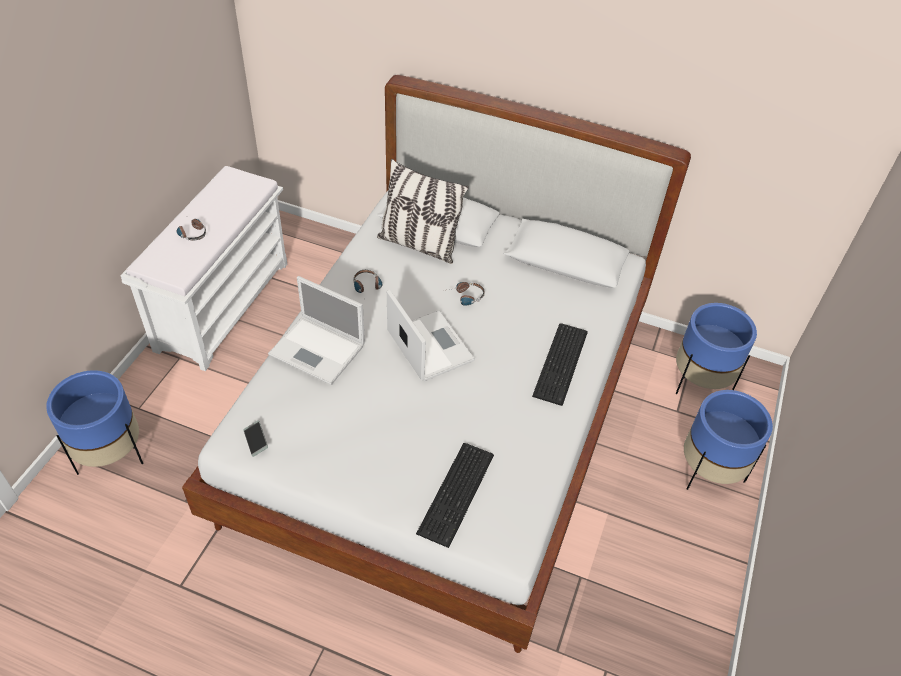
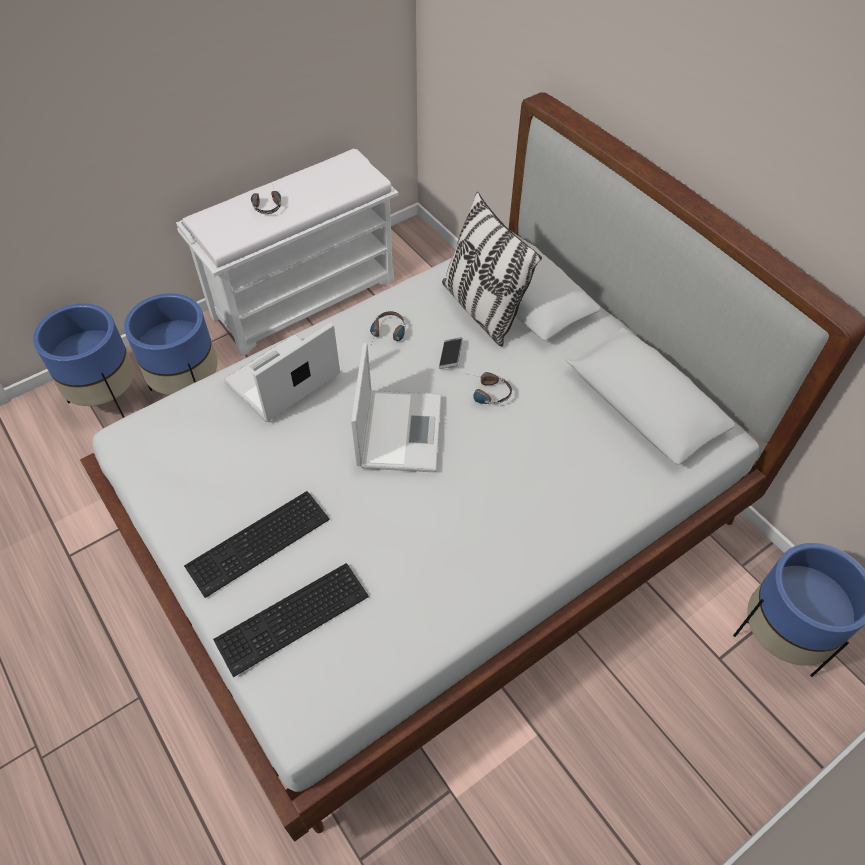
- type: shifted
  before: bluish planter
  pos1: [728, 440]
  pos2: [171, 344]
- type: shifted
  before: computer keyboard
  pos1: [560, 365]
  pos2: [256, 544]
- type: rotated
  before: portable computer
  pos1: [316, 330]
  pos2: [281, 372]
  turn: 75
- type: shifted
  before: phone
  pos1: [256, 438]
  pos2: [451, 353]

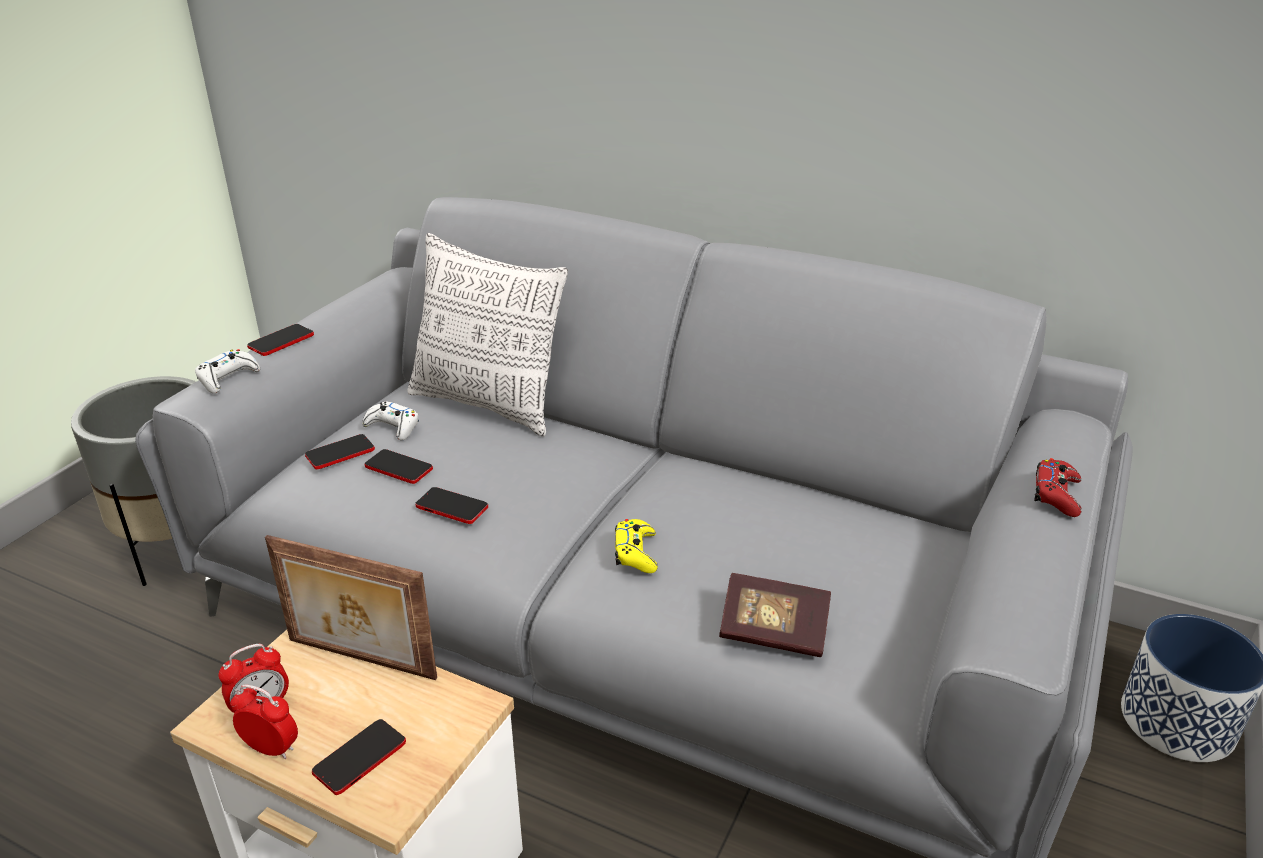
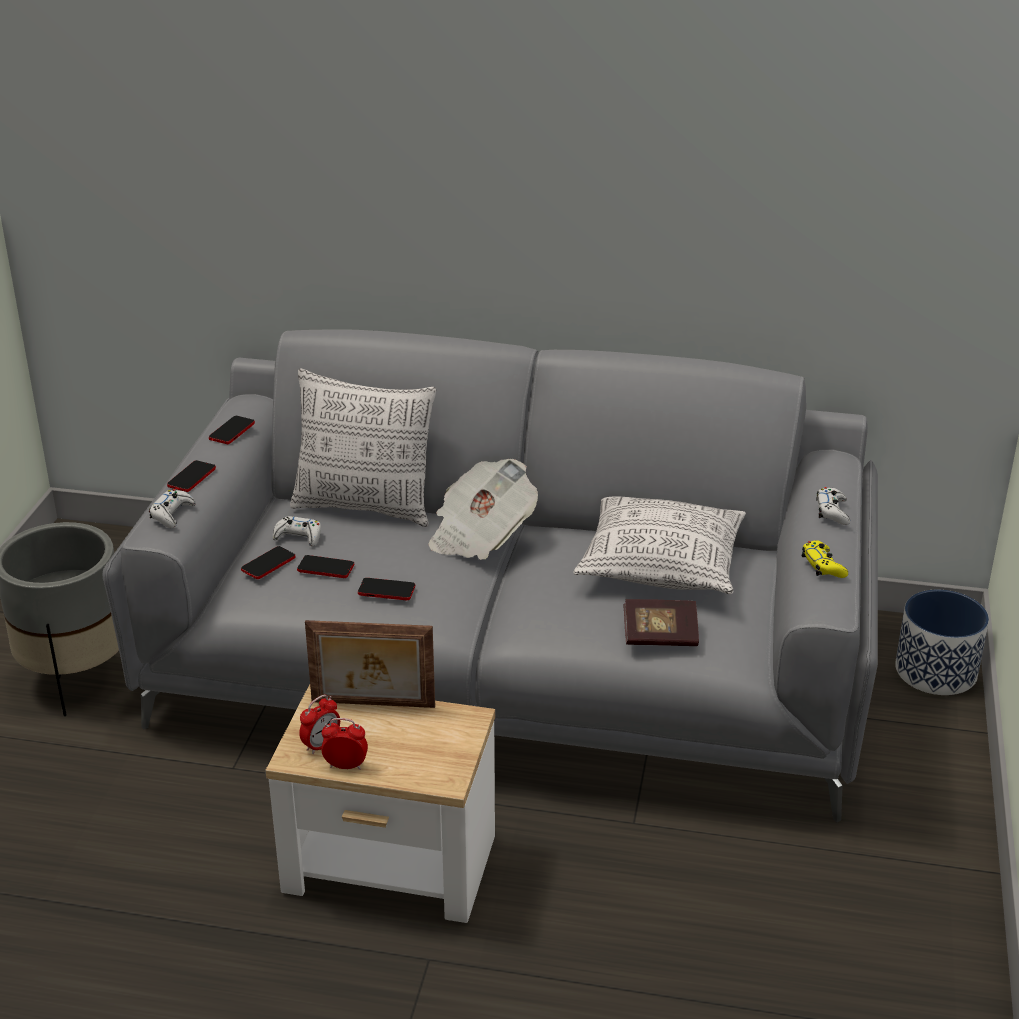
- type: shifted
  before: phone
  pos1: [359, 757]
  pos2: [232, 430]
- type: new
  after: newspaper
  pos2: [483, 509]
- type: new
  after: pillow
  pos2: [659, 545]
- type: shifted
  before: yellow joypad
  pos1: [636, 546]
  pos2: [825, 559]
- type: repainted
  before: red joypad
  after: whitish joypad
  pos1: [1058, 487]
  pos2: [833, 506]

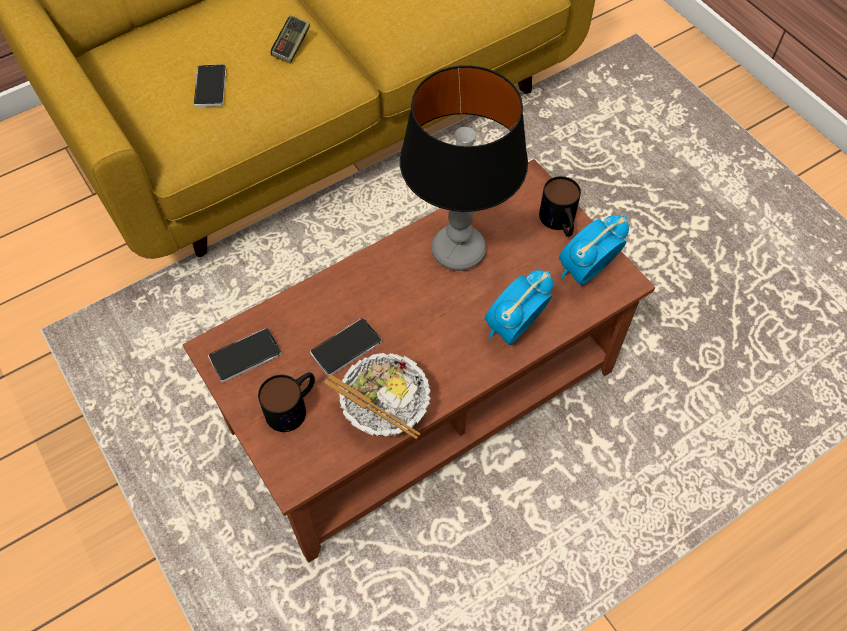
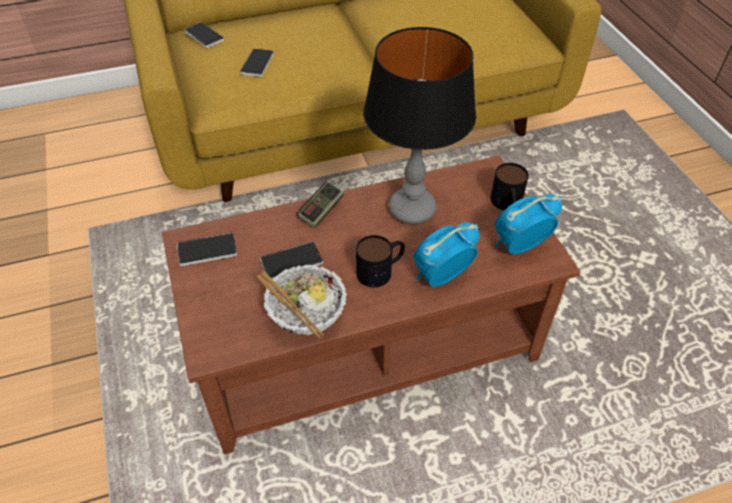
- type: new
  after: phone
  pos2: [204, 35]
- type: shifted
  before: joypad
  pos1: [290, 39]
  pos2: [320, 204]
- type: shifted
  before: coffee mug
  pos1: [286, 402]
  pos2: [380, 261]

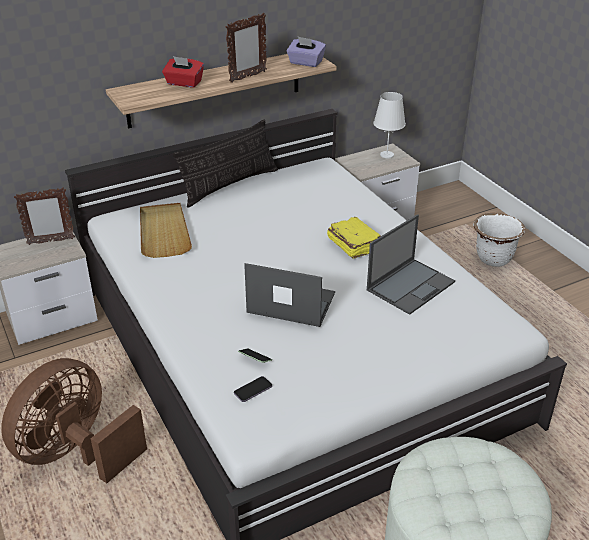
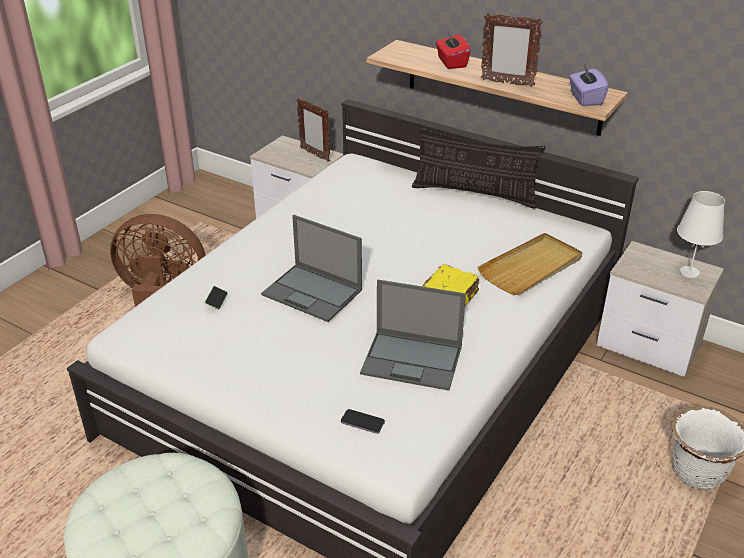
- type: rotated
  before: portable computer
  pos1: [289, 295]
  pos2: [311, 268]
  turn: 135
- type: shifted
  before: phone
  pos1: [253, 389]
  pos2: [363, 421]
- type: shifted
  before: sand-coloured tray
  pos1: [166, 230]
  pos2: [530, 264]

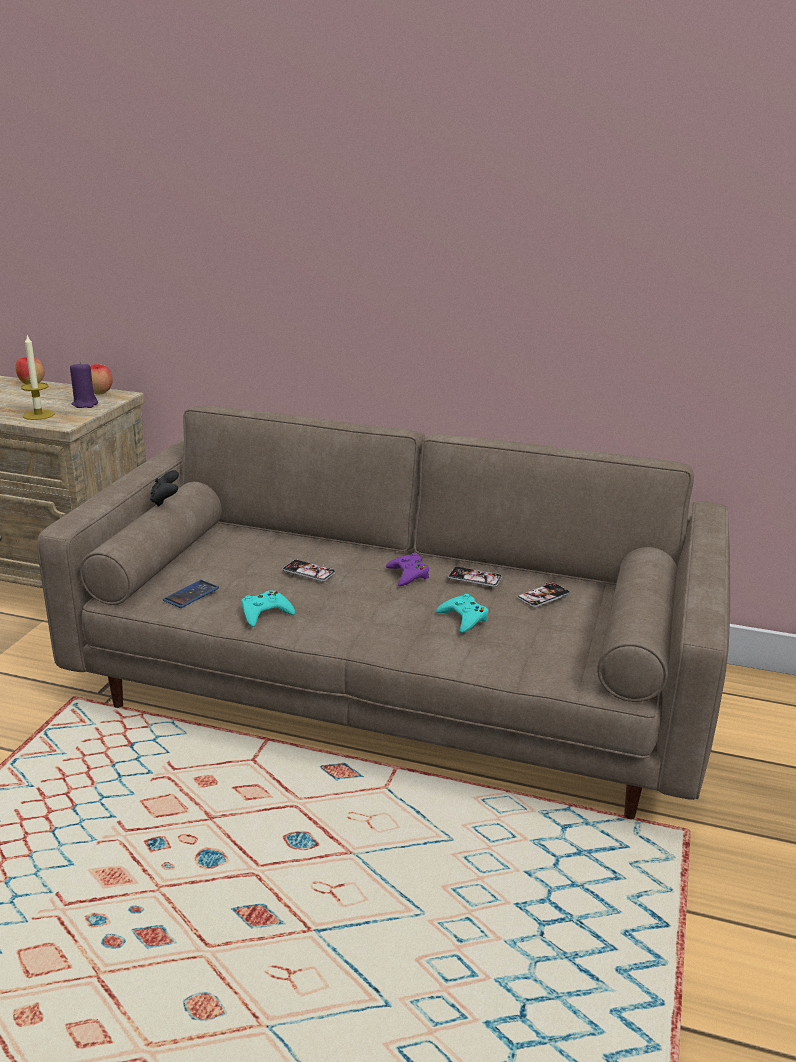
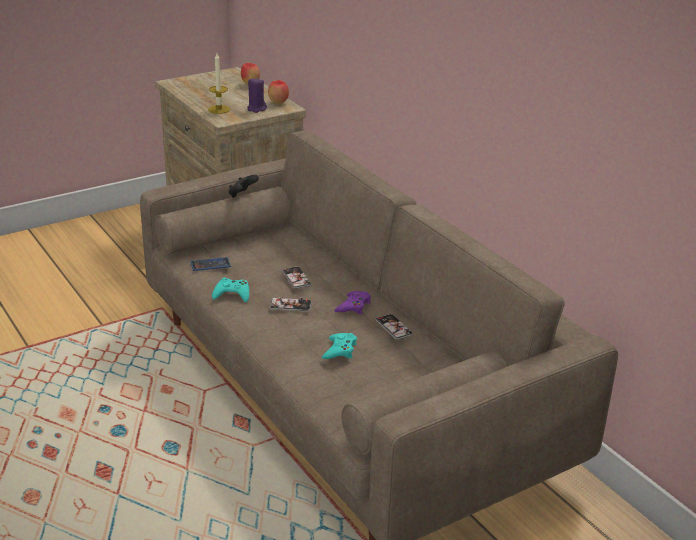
- type: shifted
  before: phone
  pos1: [543, 595]
  pos2: [291, 304]

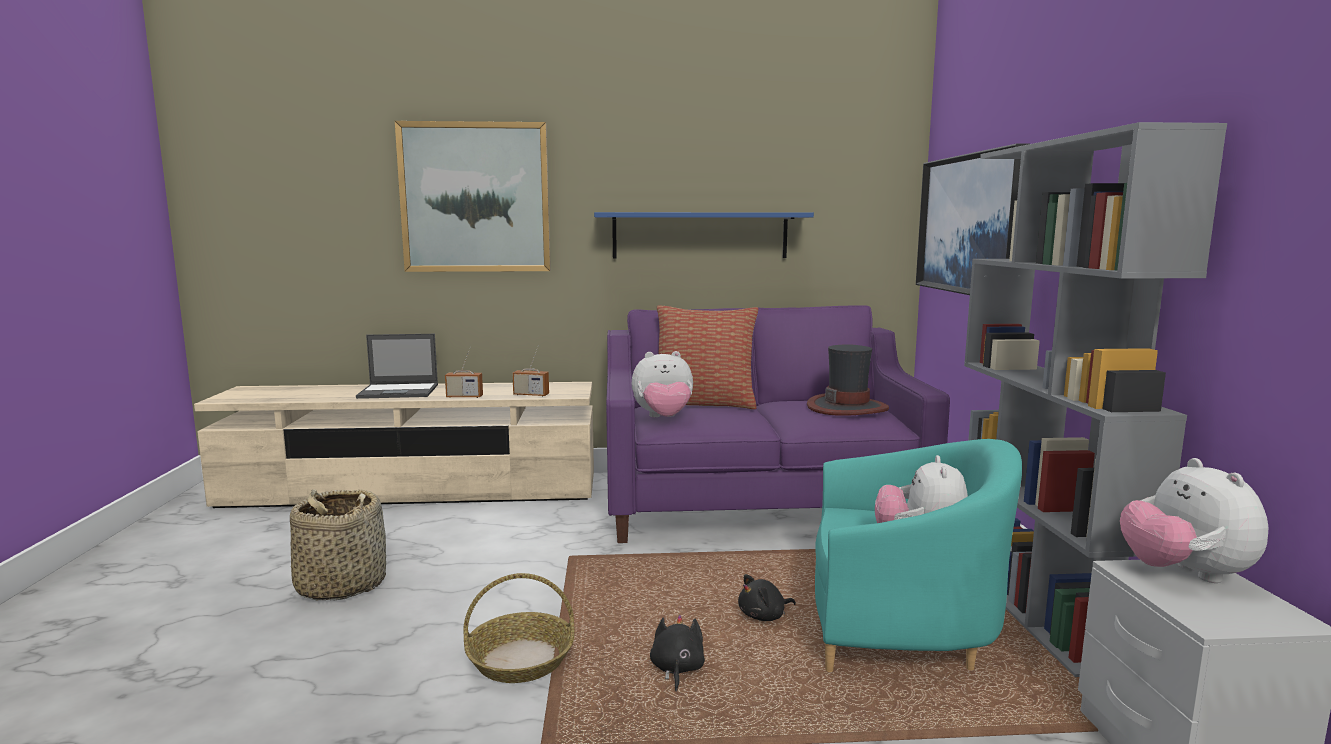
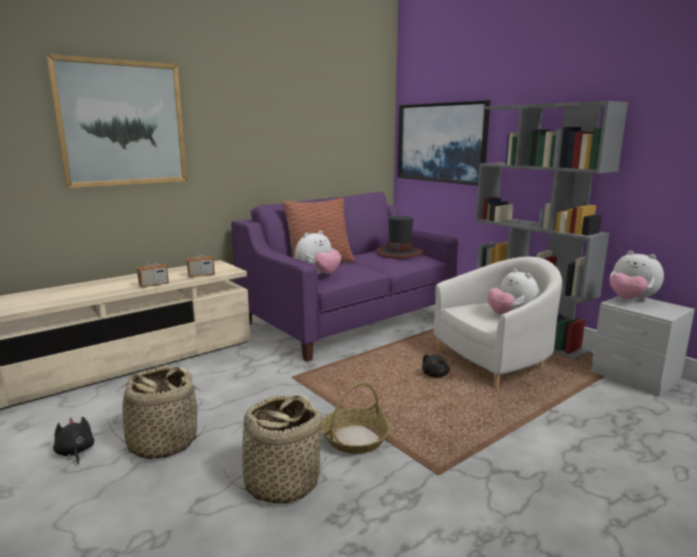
- type: shifted
  before: black-coloured plush toy
  pos1: [677, 653]
  pos2: [73, 441]
- type: new
  after: storage basket
  pos2: [275, 449]
- type: repainted
  before: turquoise armchair
  after: whitish armchair
  pos1: [918, 555]
  pos2: [498, 322]
- type: gone
  before: portable computer
  pos1: [397, 366]
- type: gone
  before: bluish wall shelf
  pos1: [704, 235]

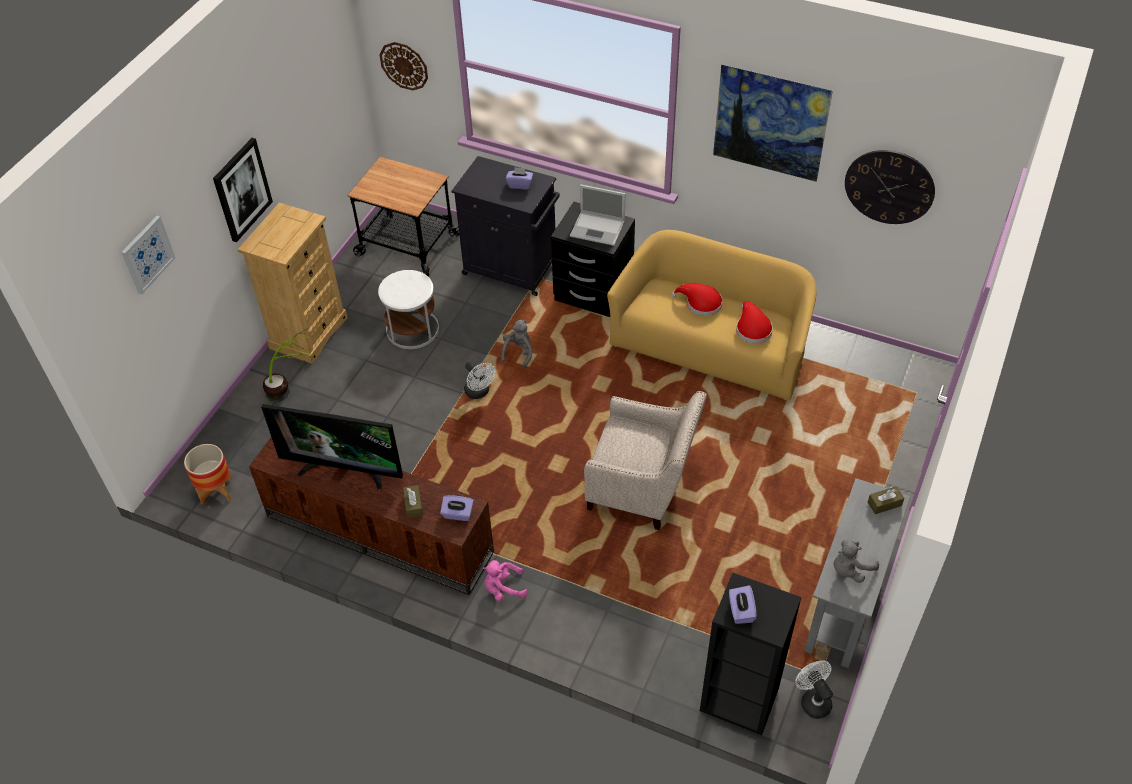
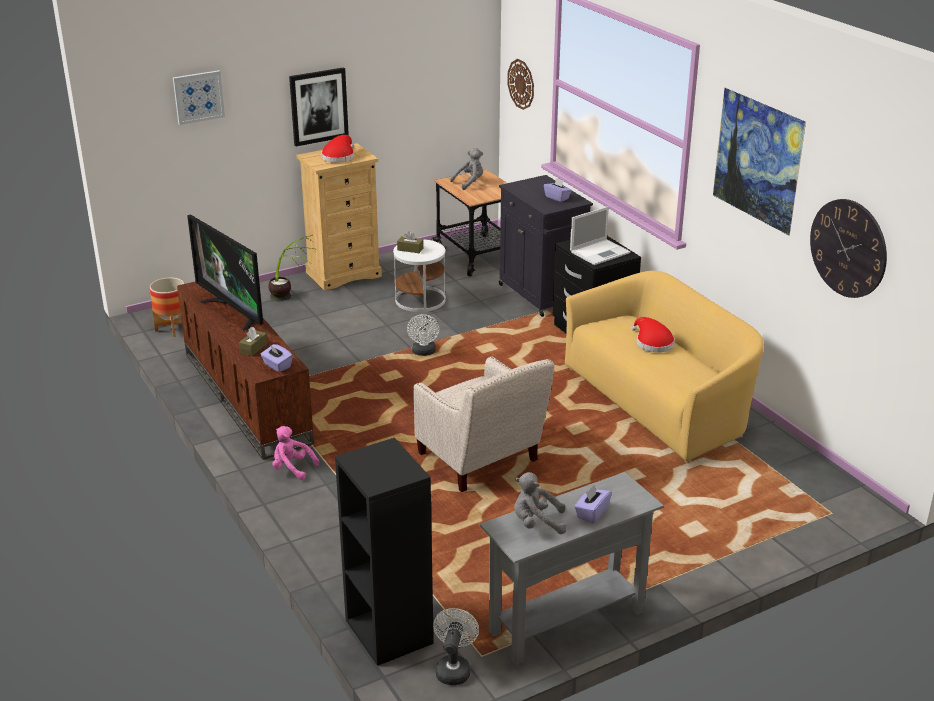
- type: shifted
  before: red clothing hat
  pos1: [754, 322]
  pos2: [337, 149]
- type: shifted
  before: brown tissue holder
  pos1: [886, 500]
  pos2: [410, 242]
- type: shifted
  before: grey plush toy
  pos1: [516, 344]
  pos2: [466, 169]
- type: rotated
  before: portable computer
  pos1: [597, 215]
  pos2: [600, 235]
  turn: -90
- type: shifted
  before: purple tissue holder
  pos1: [743, 604]
  pos2: [593, 503]

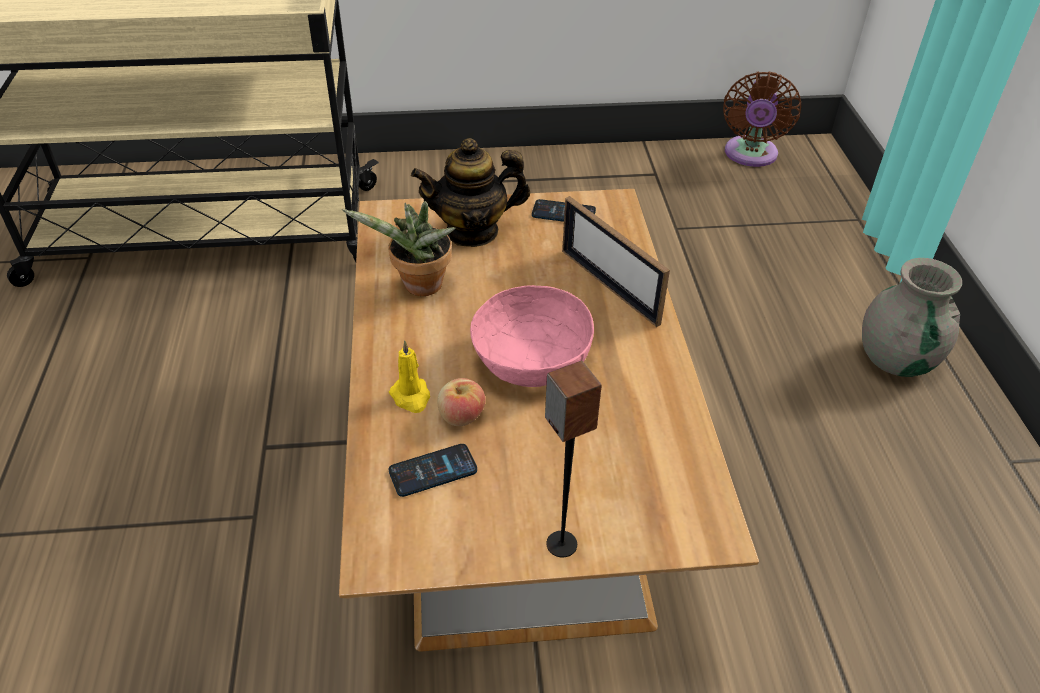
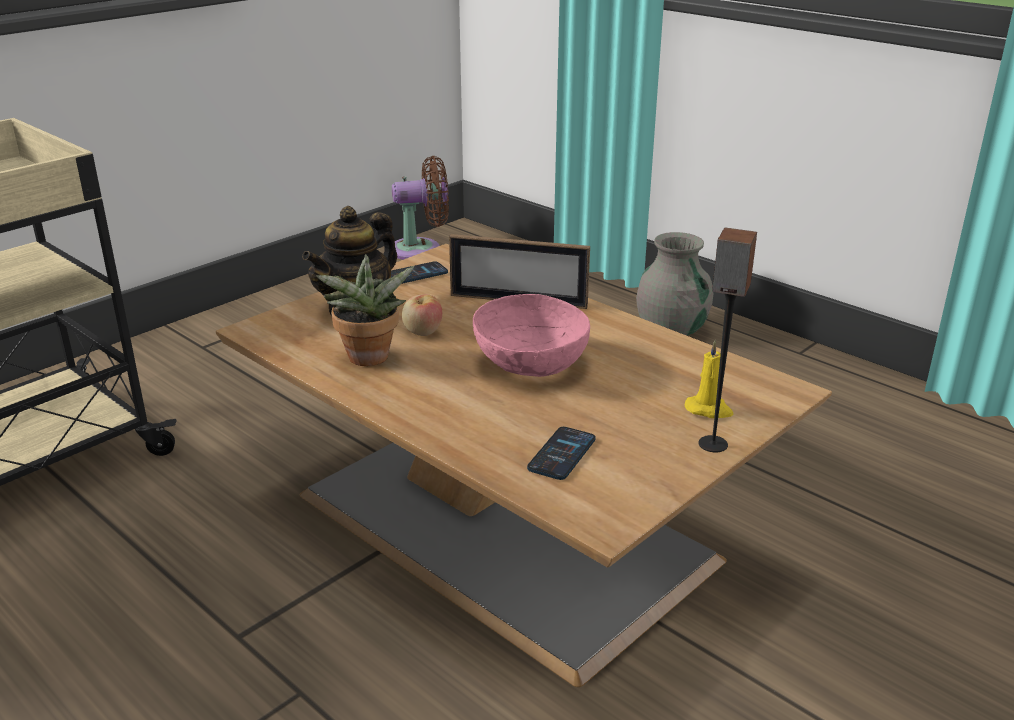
- type: rotated
  before: brown electric fan
  pos1: [762, 119]
  pos2: [420, 208]
  turn: -75
- type: shifted
  before: apple
  pos1: [461, 402]
  pos2: [422, 315]
- type: shifted
  before: yellow candle
  pos1: [409, 376]
  pos2: [709, 379]

